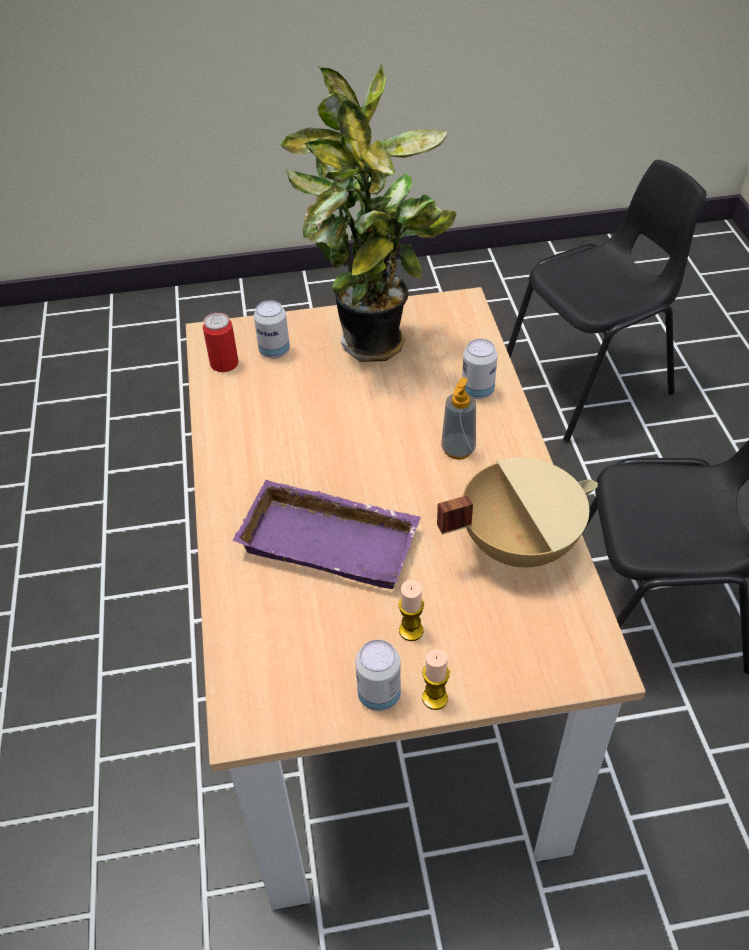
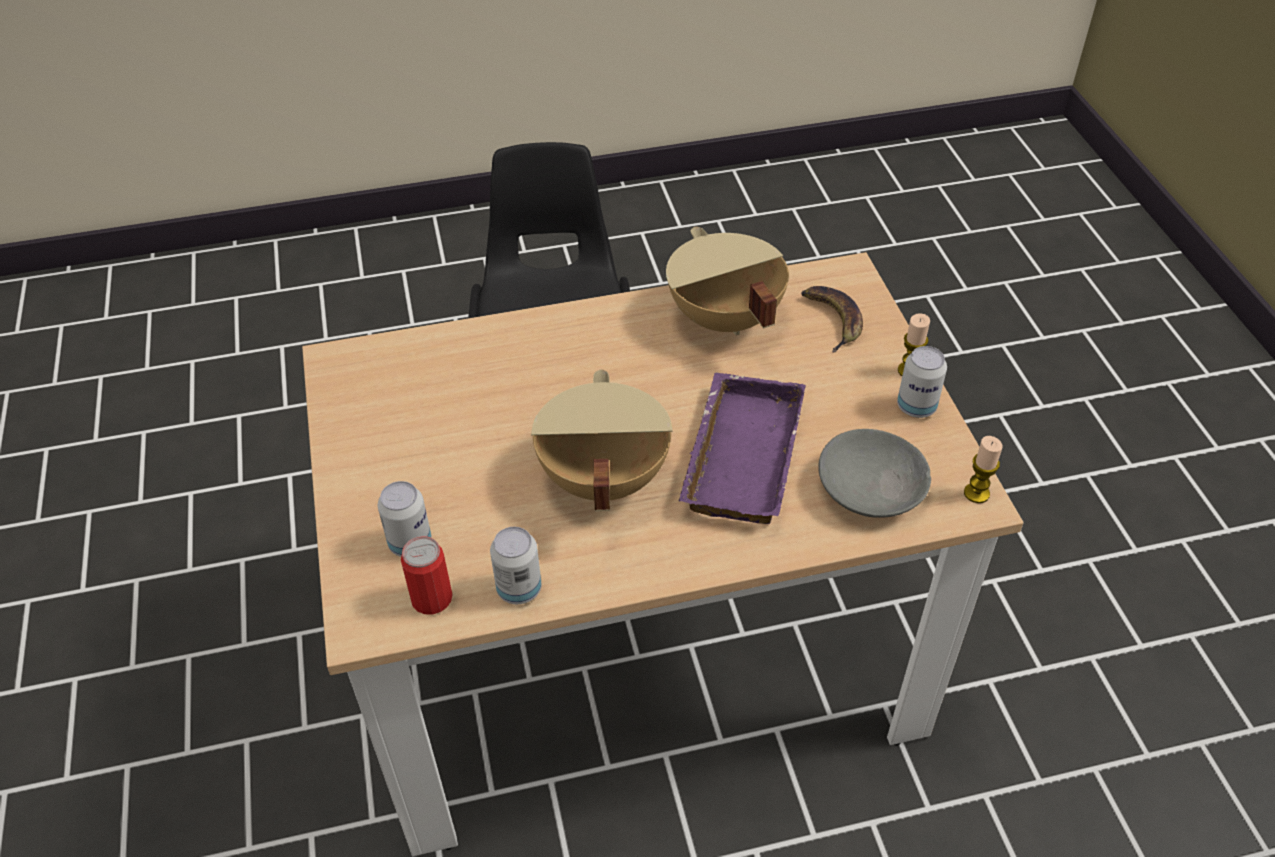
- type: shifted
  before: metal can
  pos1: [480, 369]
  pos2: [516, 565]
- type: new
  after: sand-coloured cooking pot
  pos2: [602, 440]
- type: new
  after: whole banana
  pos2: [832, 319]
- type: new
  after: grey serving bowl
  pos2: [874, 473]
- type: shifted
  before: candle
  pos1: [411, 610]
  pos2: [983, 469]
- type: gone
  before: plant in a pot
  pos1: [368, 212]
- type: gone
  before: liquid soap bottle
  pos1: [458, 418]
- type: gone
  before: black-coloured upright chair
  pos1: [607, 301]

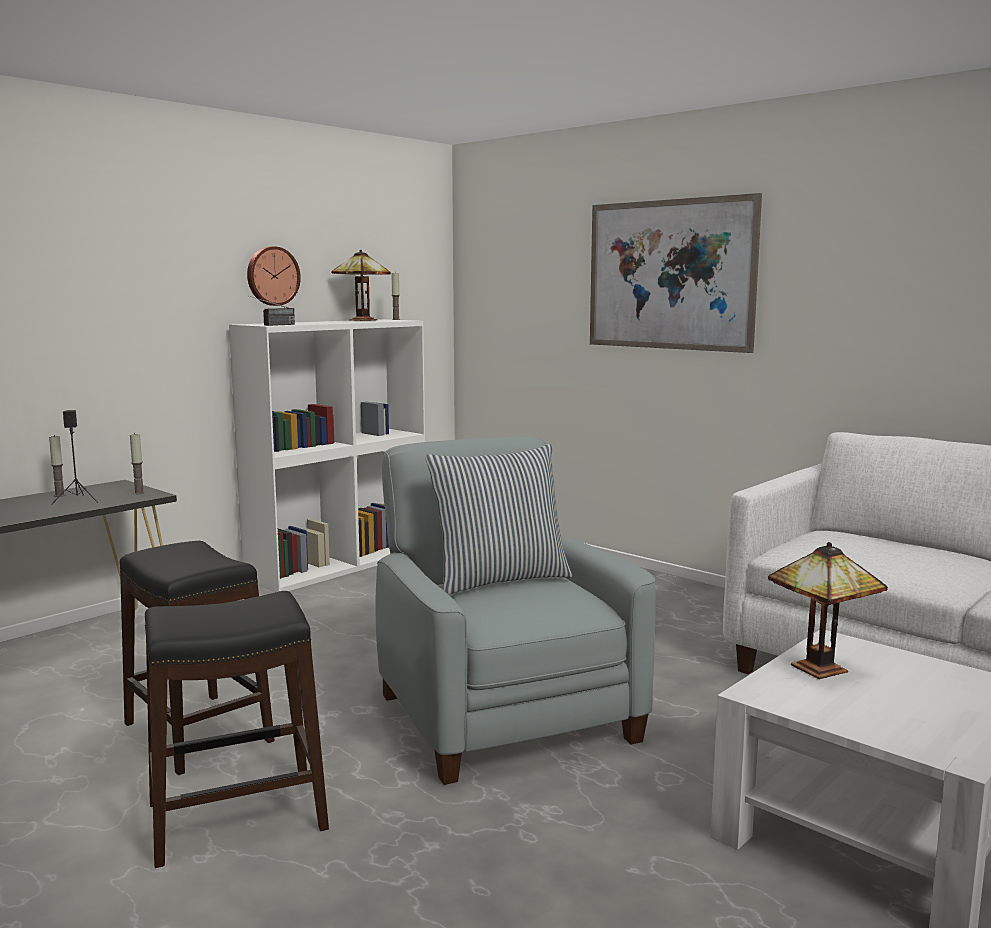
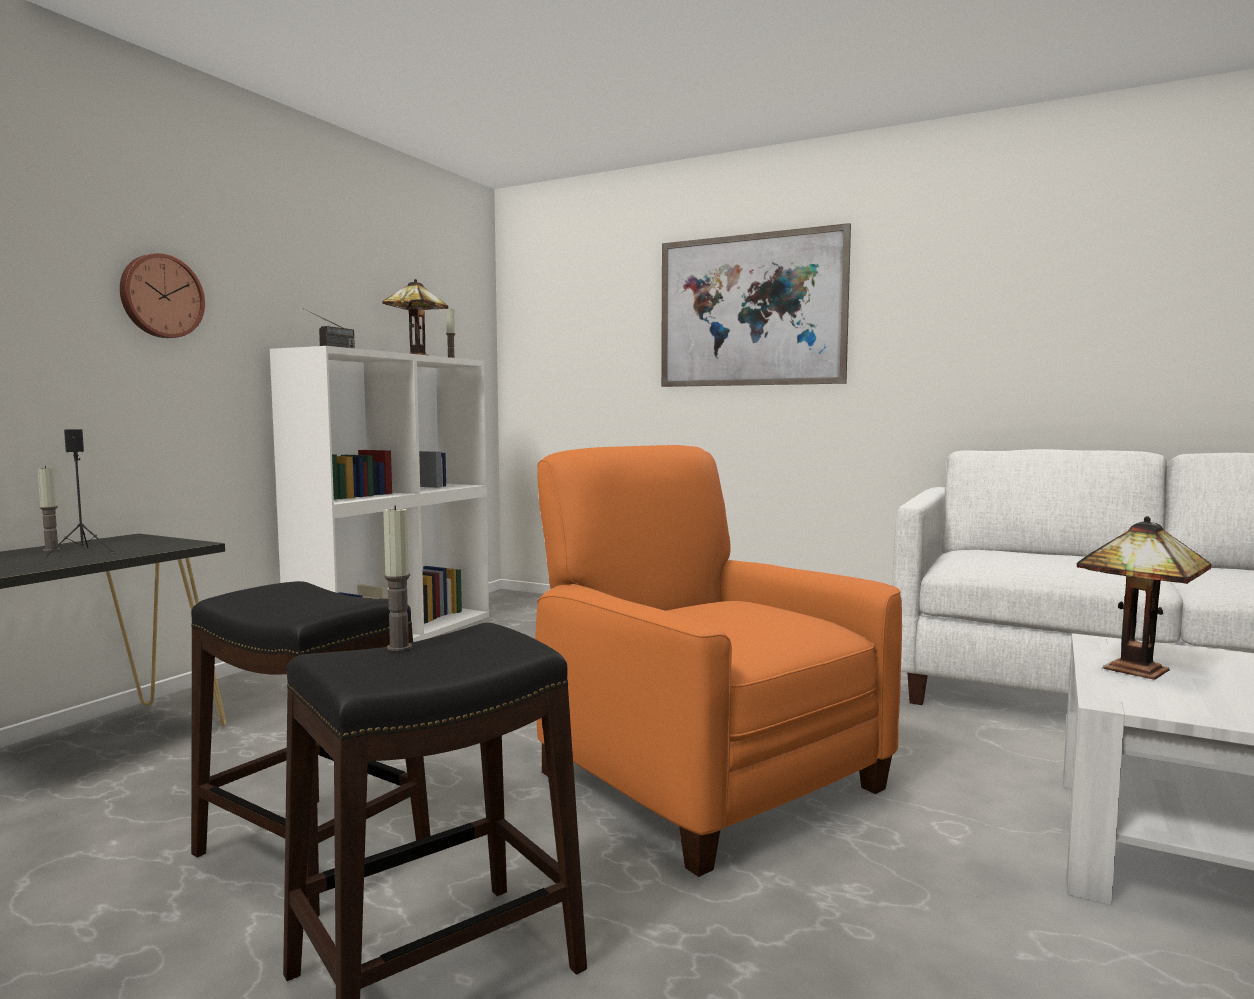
- type: shifted
  before: clock on the wall
  pos1: [274, 276]
  pos2: [162, 295]
- type: shifted
  before: candle
  pos1: [137, 463]
  pos2: [397, 578]
- type: repainted
  before: grey armchair
  after: orange-coloured armchair
  pos1: [515, 610]
  pos2: [718, 661]
- type: gone
  before: pillow
  pos1: [499, 519]

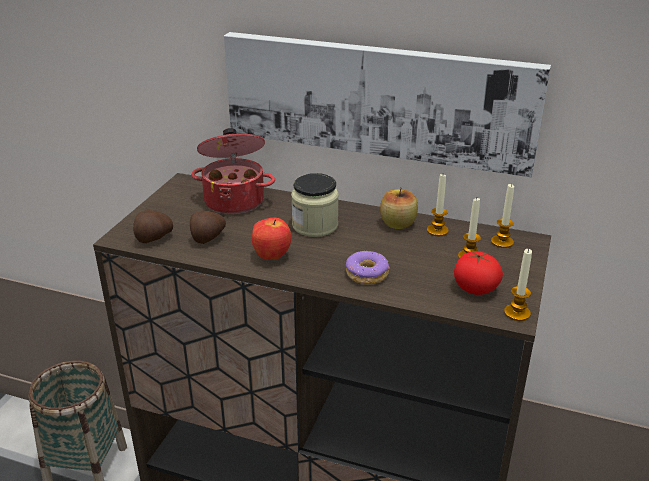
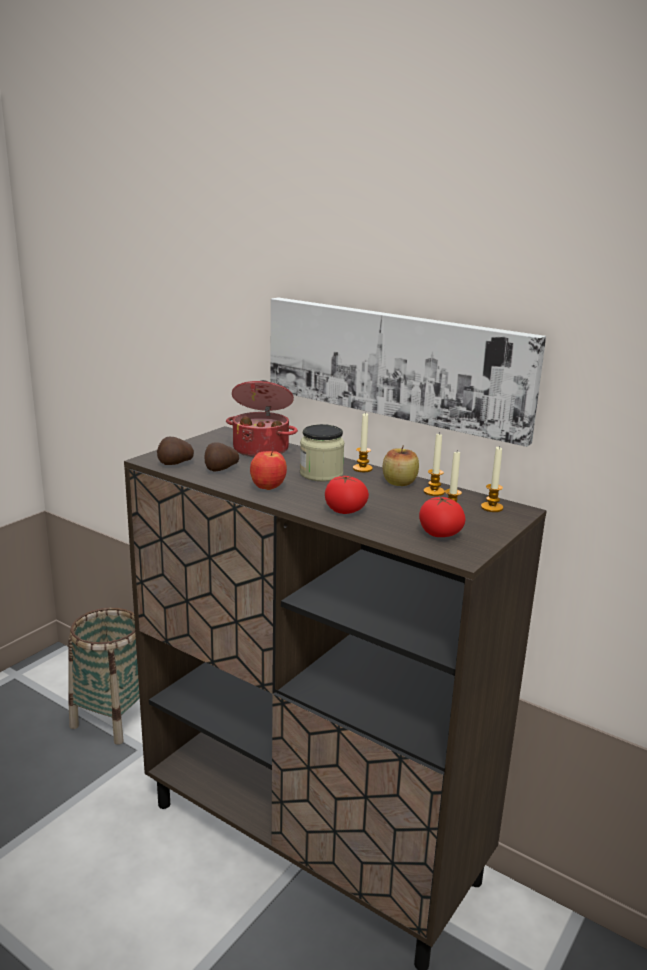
- type: swapped
  before: ring doughnut
  after: tomato
  pos1: [368, 267]
  pos2: [347, 494]
- type: shifted
  before: candle
  pos1: [518, 285]
  pos2: [363, 442]

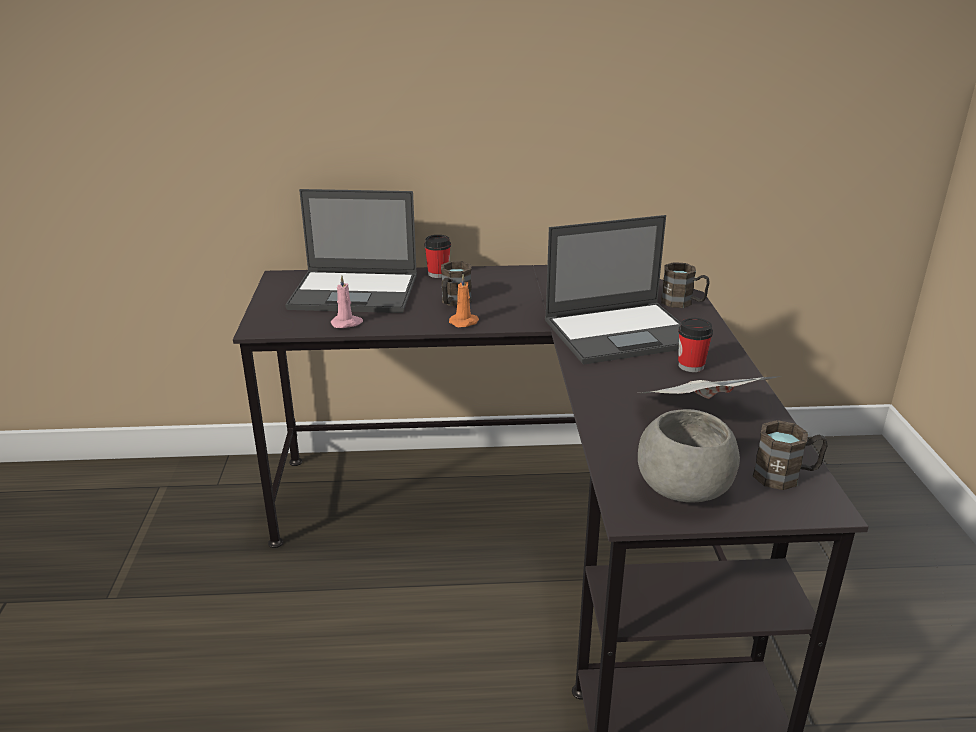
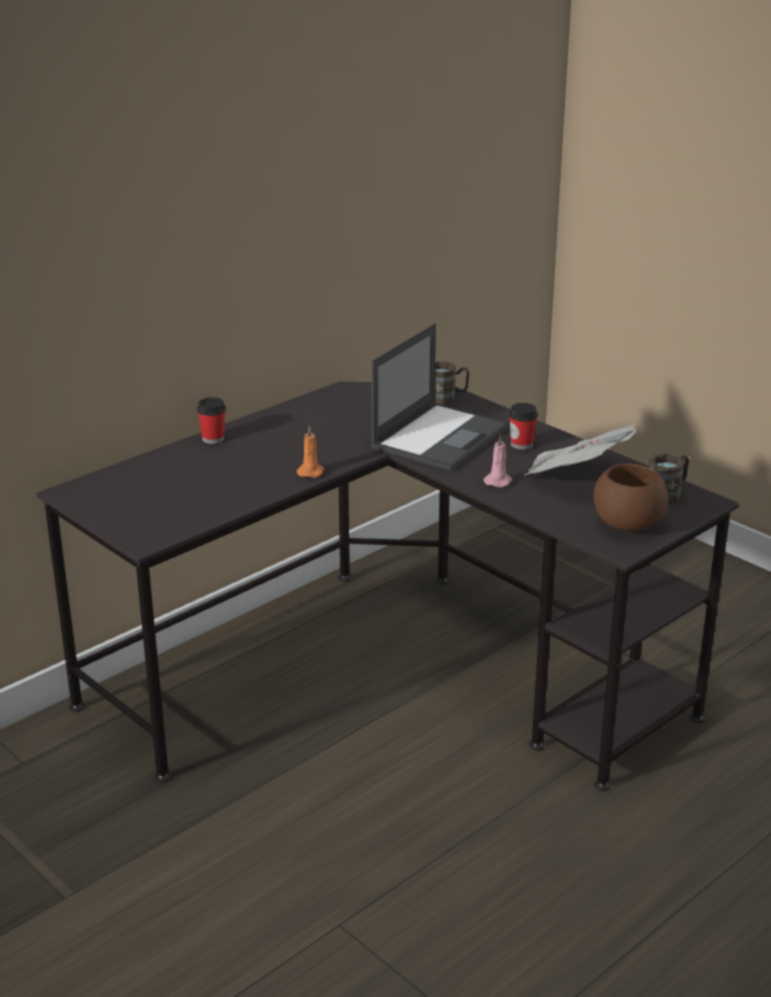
- type: shifted
  before: pink-coloured candle
  pos1: [347, 301]
  pos2: [498, 461]
- type: repainted
  before: grey serving bowl
  after: brown serving bowl
  pos1: [689, 456]
  pos2: [630, 497]
- type: gone
  before: portable computer
  pos1: [351, 251]
- type: gone
  before: brown coffee mug
  pos1: [456, 283]

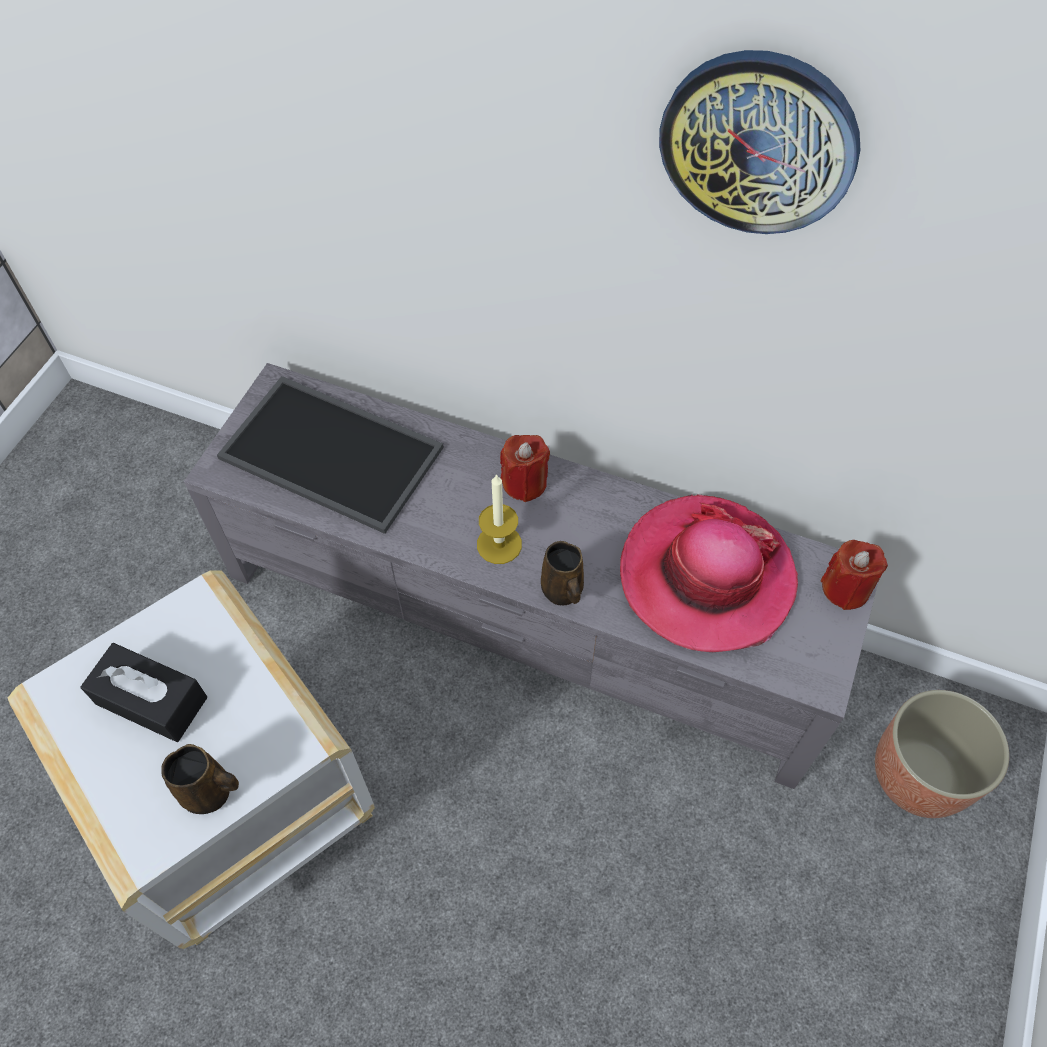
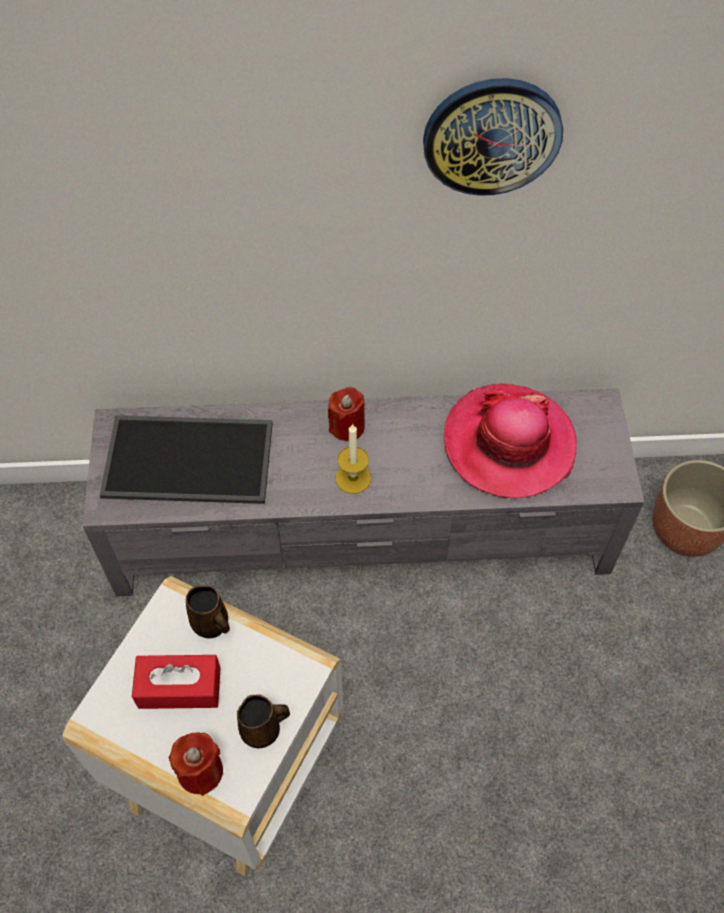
- type: repainted
  before: black-coloured tissue holder
  after: red tissue holder
  pos1: [144, 692]
  pos2: [176, 682]
- type: shifted
  before: red candle
  pos1: [854, 575]
  pos2: [196, 764]
- type: shifted
  before: brown coffee mug
  pos1: [562, 573]
  pos2: [208, 612]

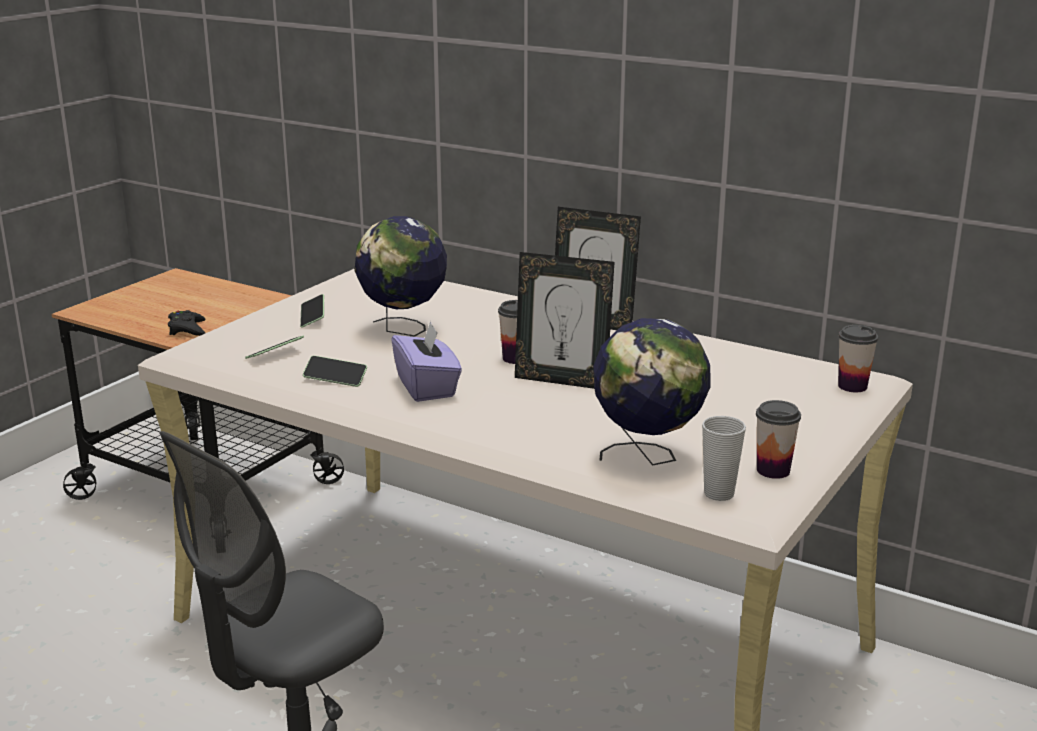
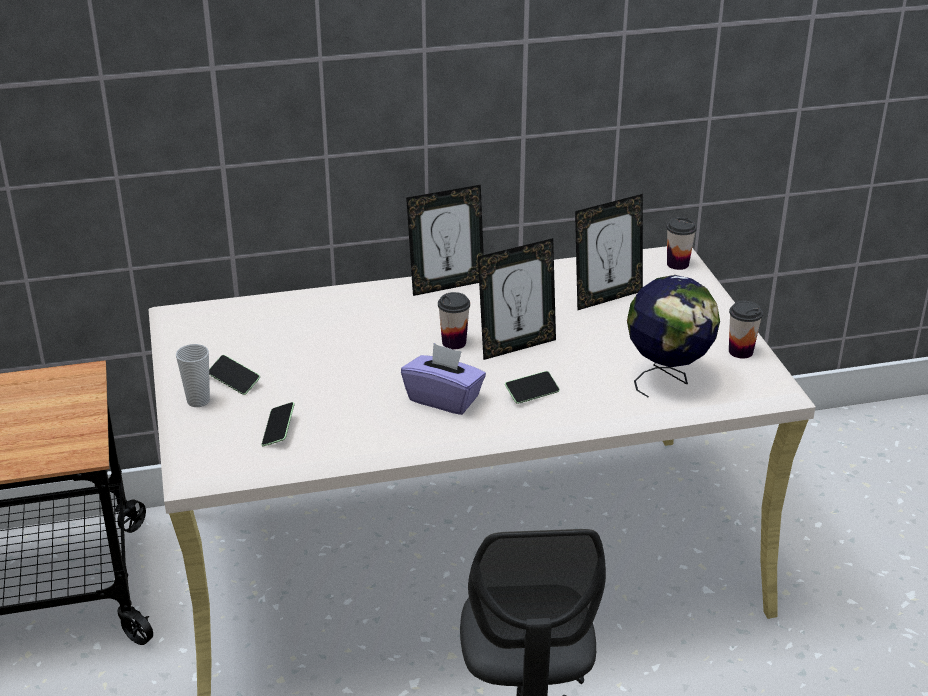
- type: shifted
  before: cup
  pos1: [724, 458]
  pos2: [193, 375]
- type: shifted
  before: phone
  pos1: [335, 371]
  pos2: [532, 387]
- type: new
  after: photo frame
  pos2: [609, 252]
- type: gone
  before: black-coloured joypad
  pos1: [187, 323]
- type: gone
  before: desk globe
  pos1: [400, 276]

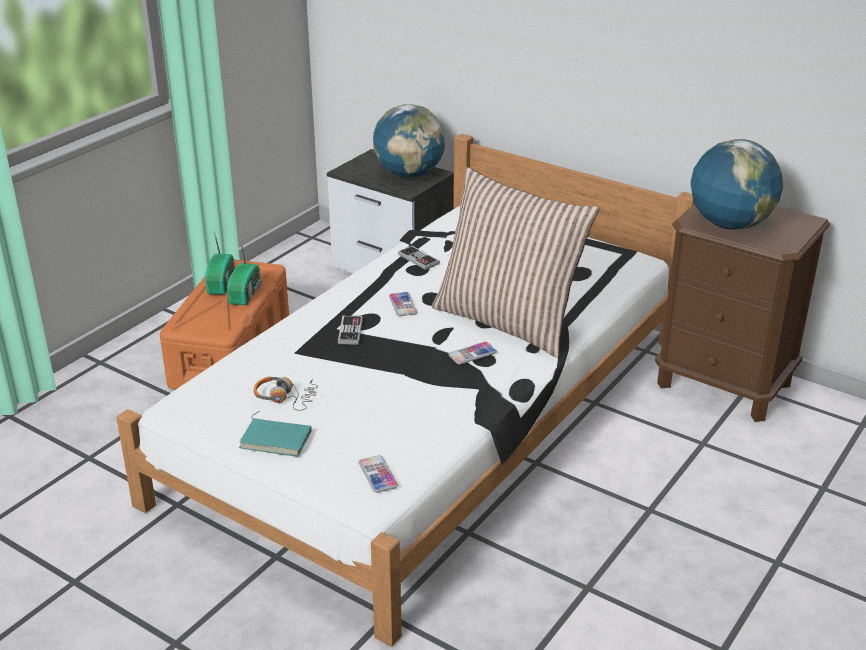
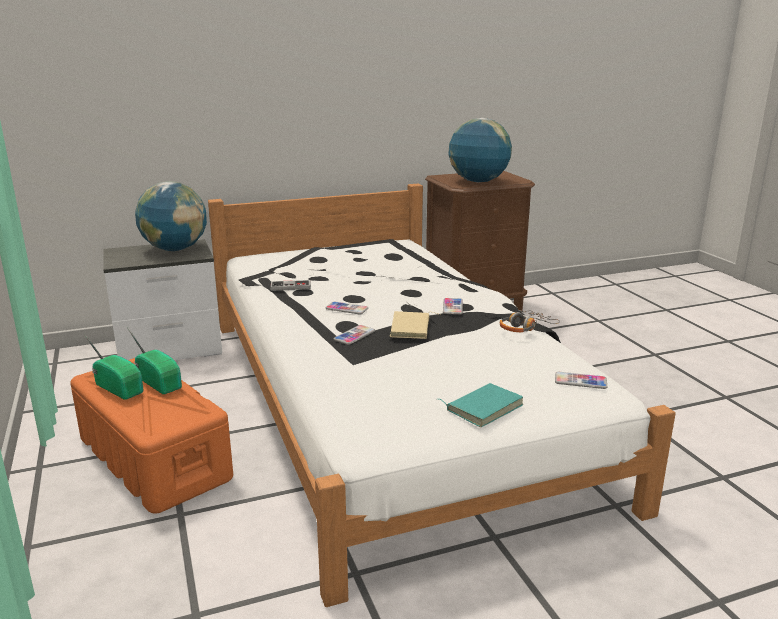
- type: swapped
  before: joypad
  after: phone
  pos1: [350, 330]
  pos2: [354, 335]
- type: new
  after: sand-coloured volume
  pos2: [415, 325]
- type: shifted
  before: headset
  pos1: [286, 393]
  pos2: [530, 321]
- type: gone
  before: pillow
  pos1: [515, 262]

